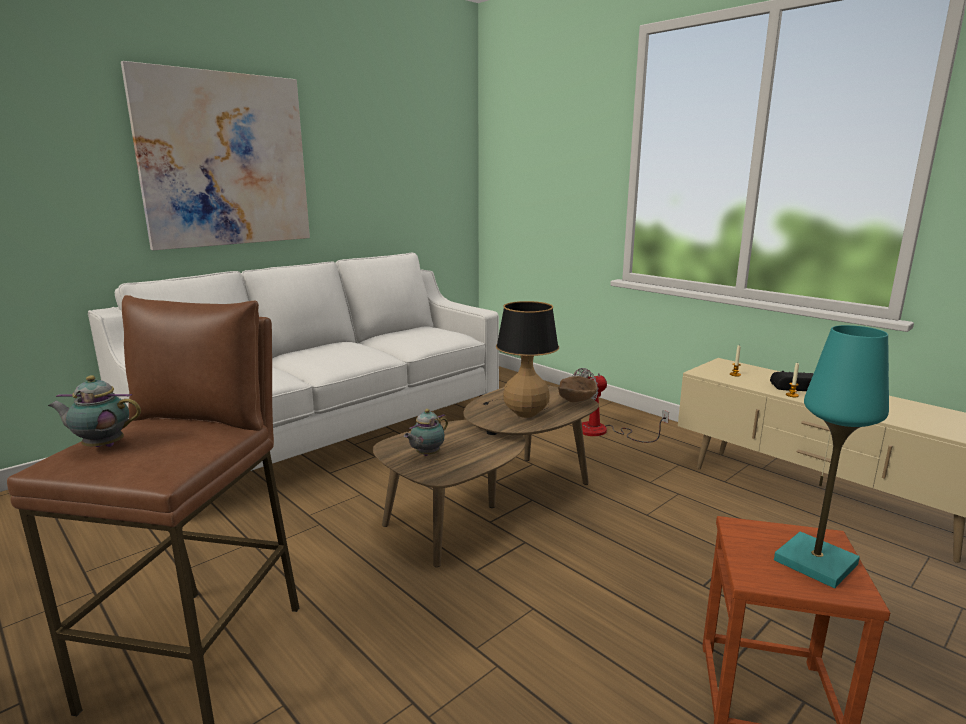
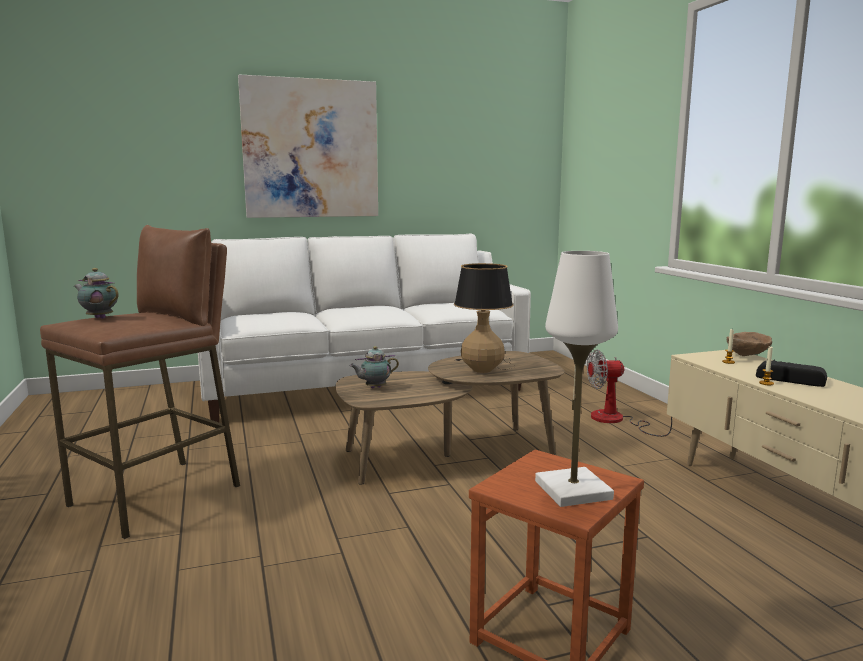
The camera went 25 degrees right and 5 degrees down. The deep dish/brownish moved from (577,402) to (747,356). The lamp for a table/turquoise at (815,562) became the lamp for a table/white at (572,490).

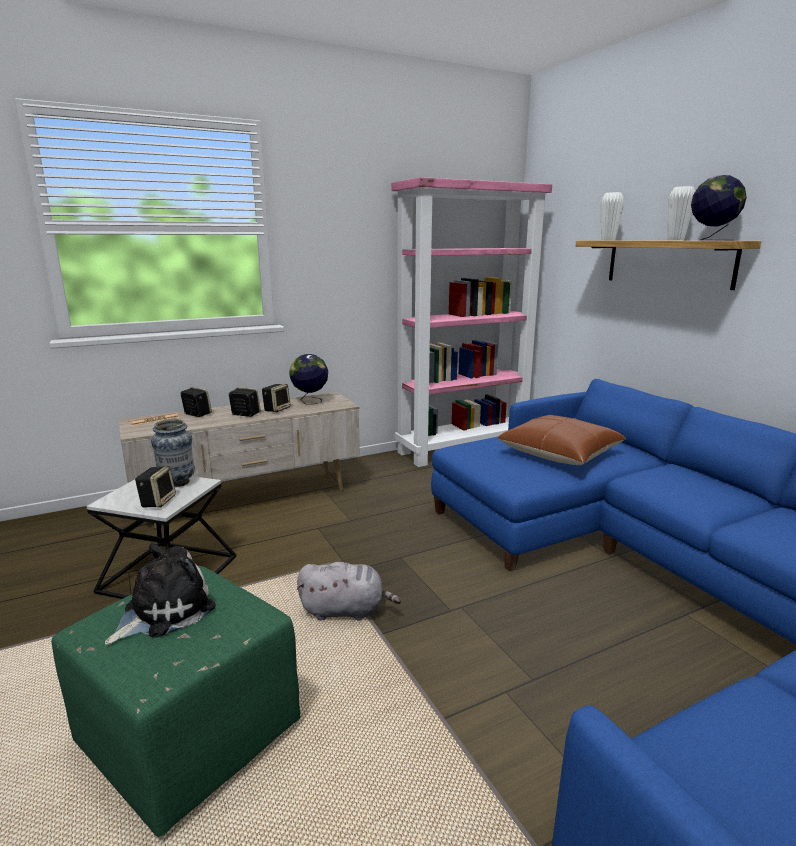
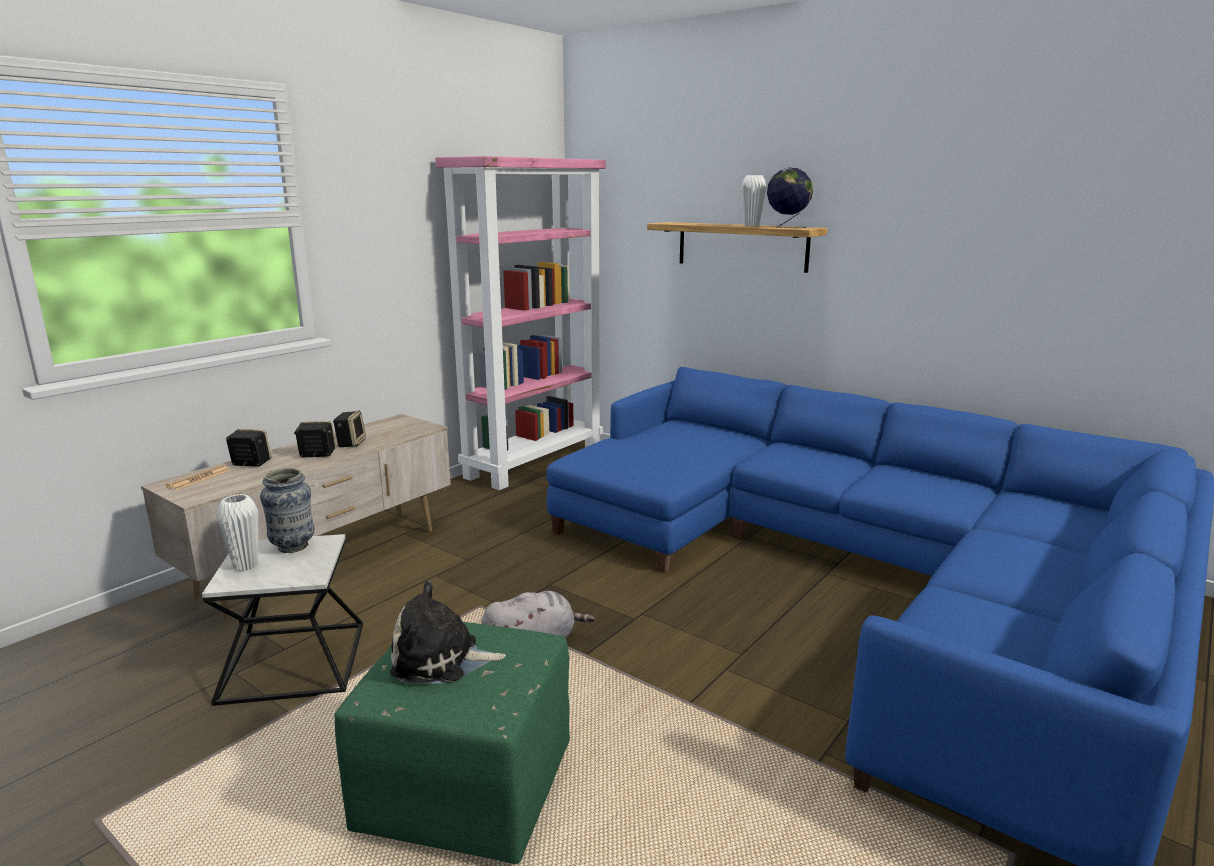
The camera went 25 degrees left and 0 degrees up. The audio speaker at (158,501) disappeared. The desk globe at (310,402) disappeared. The cushion/brownish at (559,453) disappeared. The vase/white moved from (608,240) to (246,565). The soft toy at (164,611) turned 105 degrees counterclockwise.

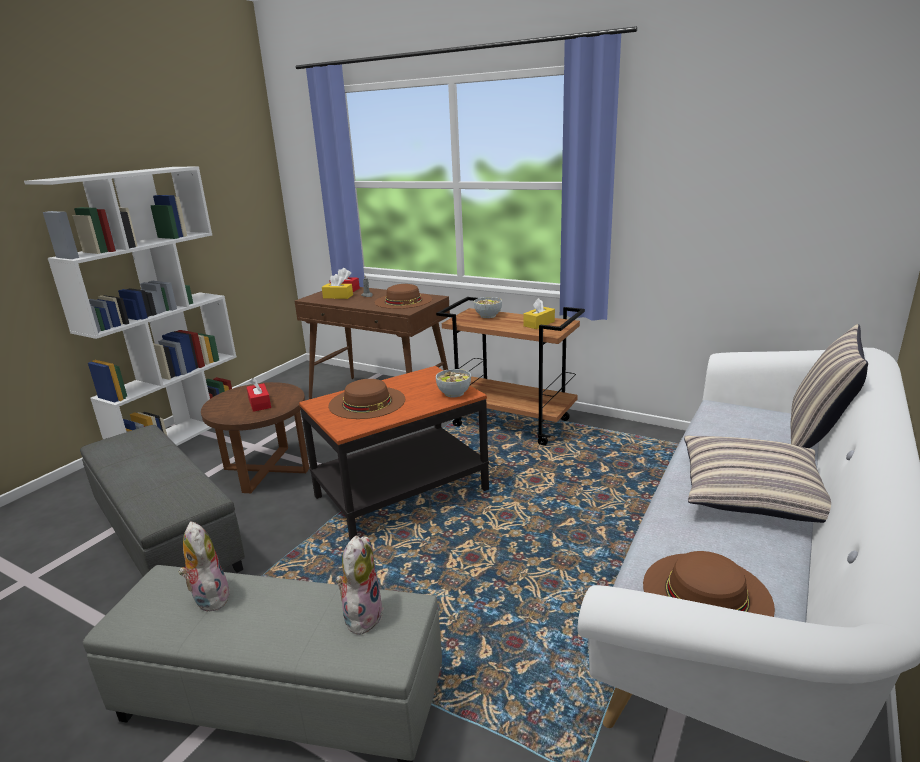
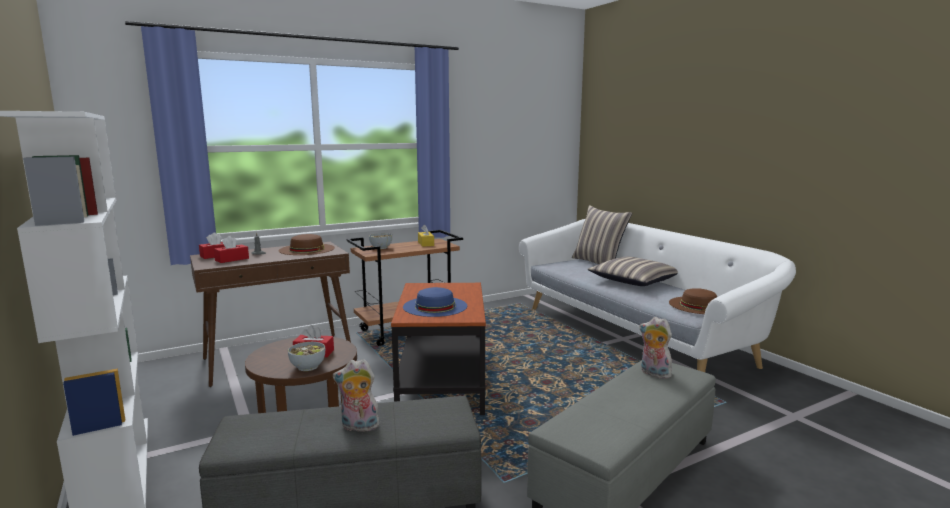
The camera went 60 degrees left and 10 degrees down. The soft toy moved from (208,597) to (358,427). The deep dish moved from (454,393) to (308,367). The tissue holder/yellow at (338,296) became the tissue holder/red at (232,259). The hat/brownish at (367,402) became the hat/blue-coloured at (435,306).

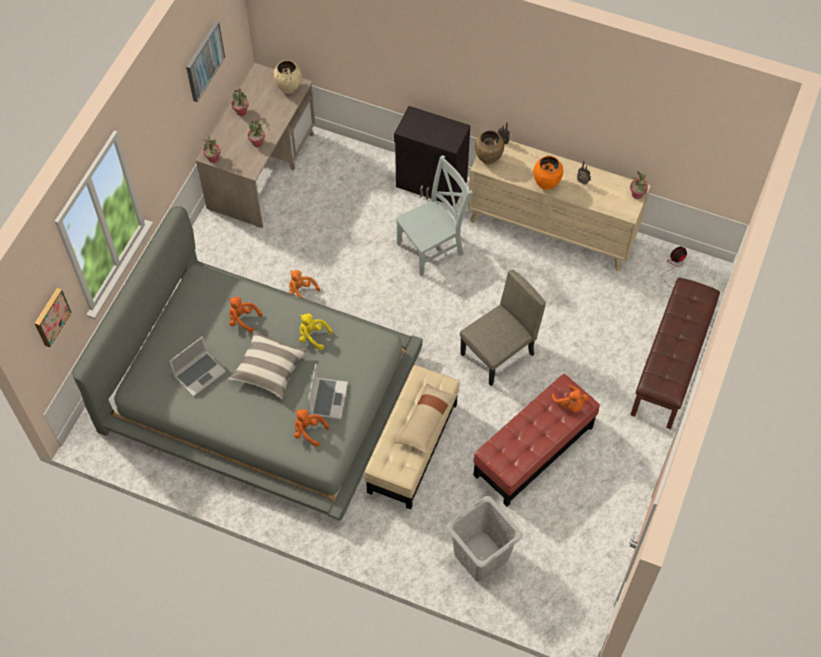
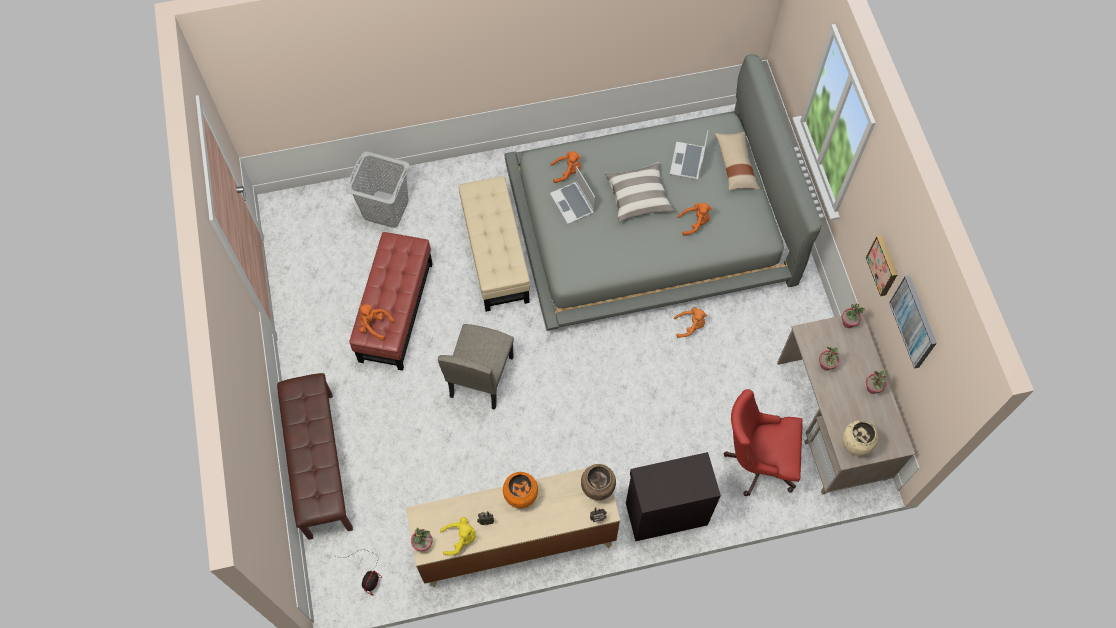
The camera went 145 degrees right and 5 degrees up. The upright chair/gray at (432,247) disappeared. The desk chair/red at (757,461) appeared. The wall art moved from (51,316) to (883,265). The soft toy/yellow moved from (313,336) to (461,538). The cushion/beige-coloured moved from (425,421) to (735,165).

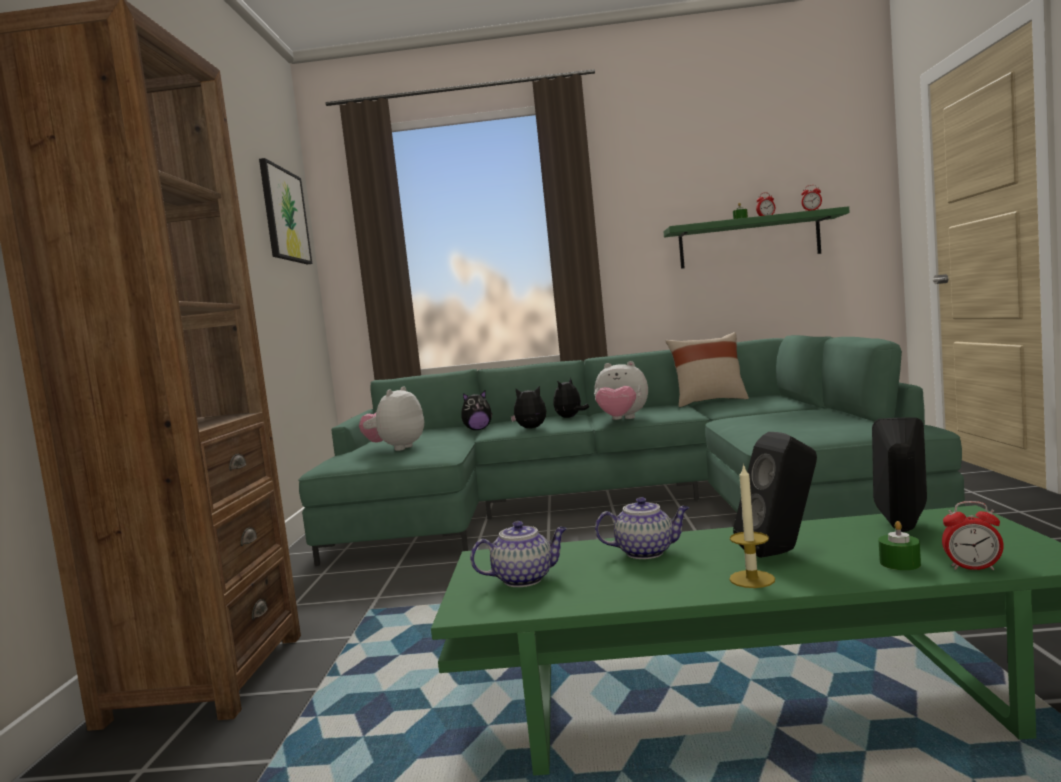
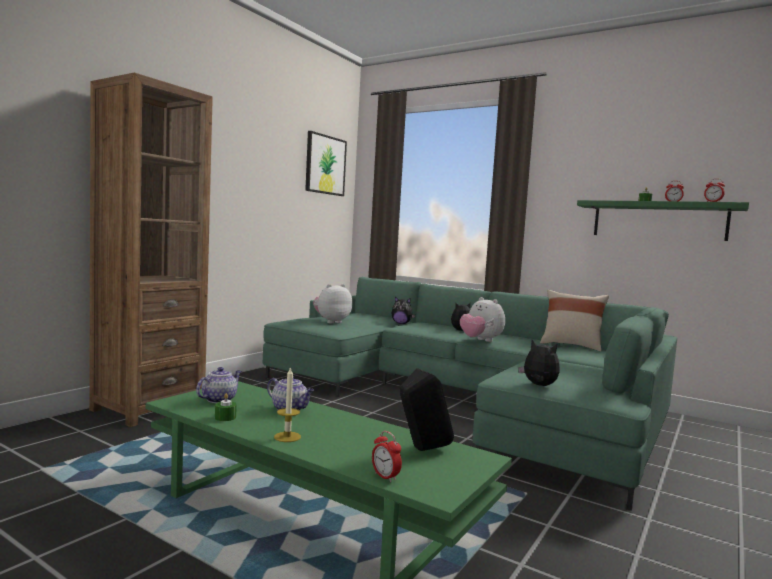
The camera went 30 degrees right and 0 degrees up. The audio speaker/blackish at (782,552) disappeared. The soft toy moved from (531,428) to (539,385). The wax candle/green moved from (900,563) to (225,417). The pot for tea at (524,579) turned 75 degrees counterclockwise.

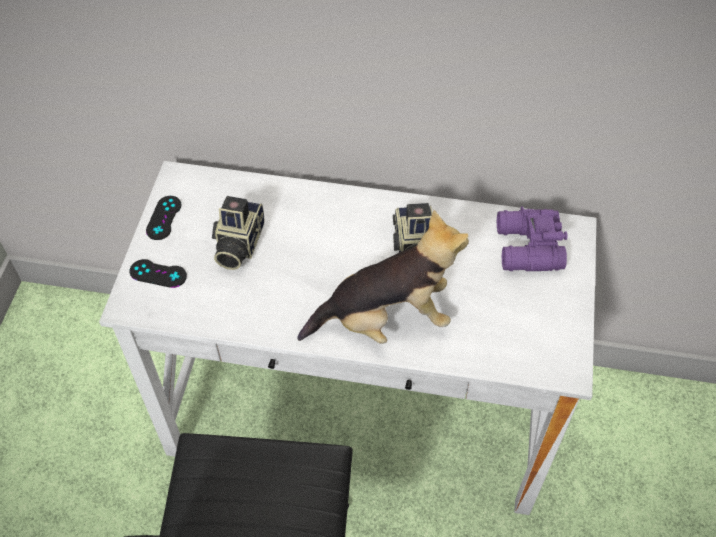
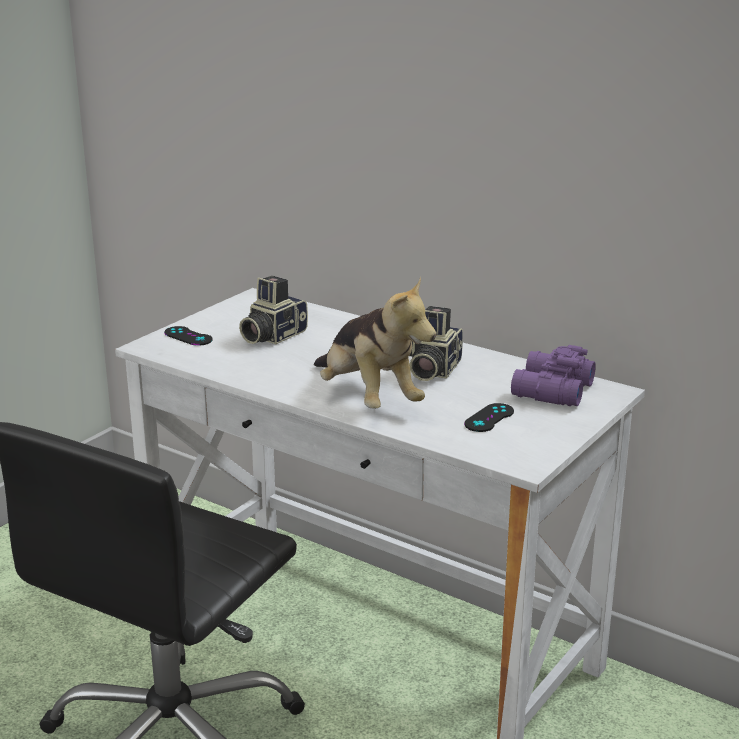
The camera went 25 degrees right and 30 degrees down. The joypad/blackish moved from (164,218) to (489,418). The soft toy at (386,319) turned 45 degrees clockwise.

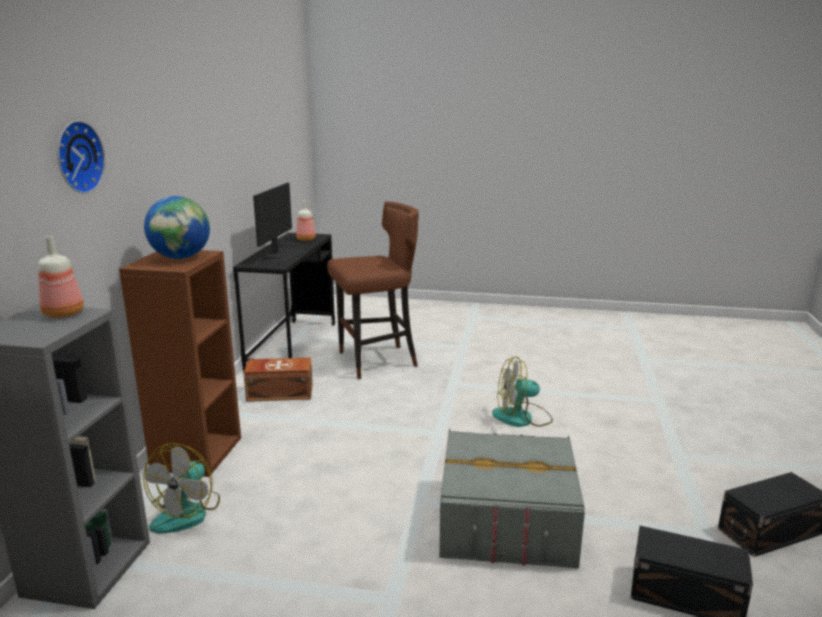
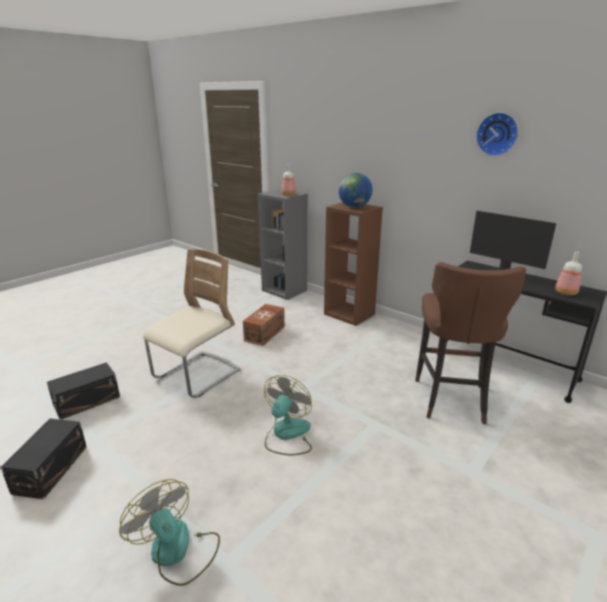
The camera went 120 degrees right and 5 degrees up. The hanging clock moved from (76,157) to (497,134). The electric fan moved from (187,512) to (177,552). The storage box/brownish moved from (279,392) to (265,333). The storage box/gray at (506,521) was replaced by the upright chair/beige-coloured at (197,375).

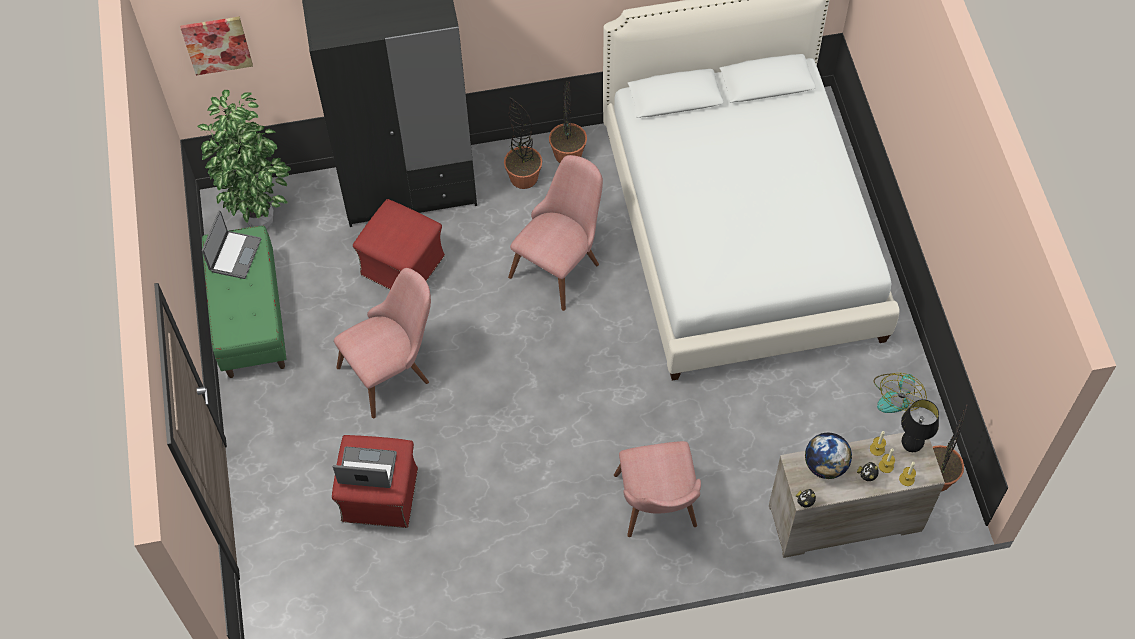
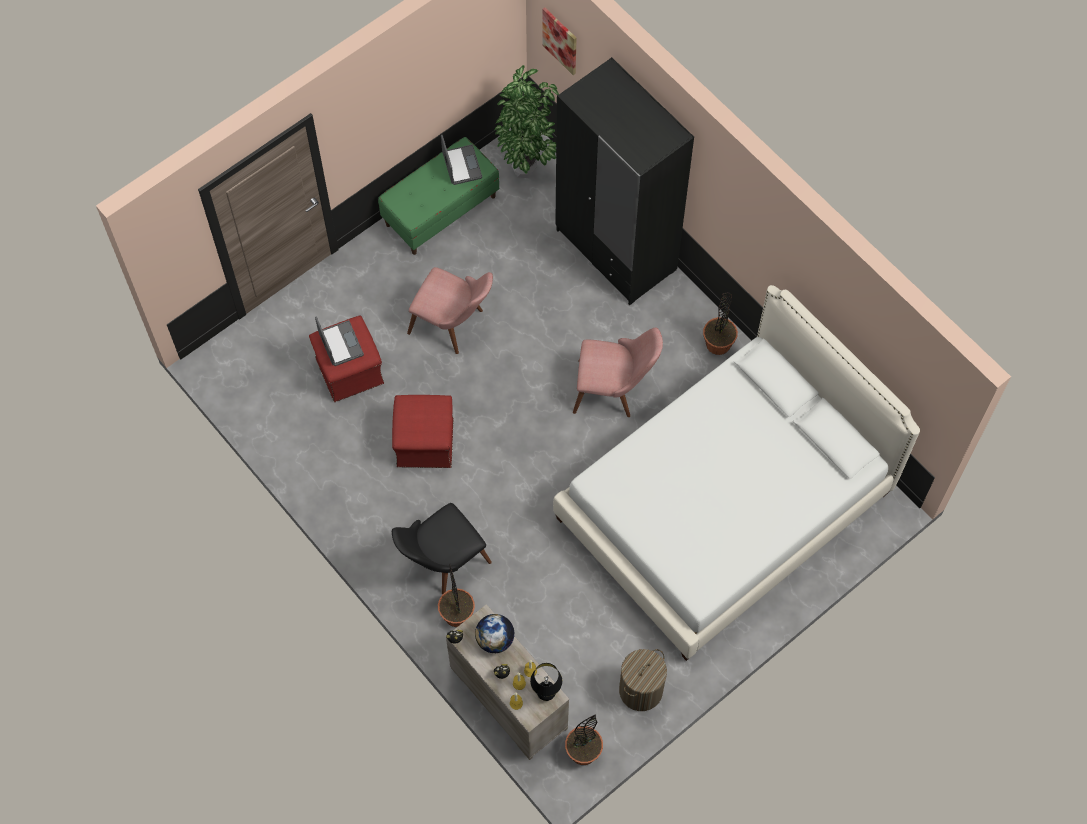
The camera went 60 degrees right and 5 degrees up. The pouffe/red moved from (403,266) to (425,443). The houseplant moved from (523,177) to (457,614). The electric fan at (896,395) was replaced by the laundry basket at (640,690). The upright chair/pink at (659,511) became the upright chair/blackish at (441,562). The notebook computer at (234,255) turned 90 degrees counterclockwise.

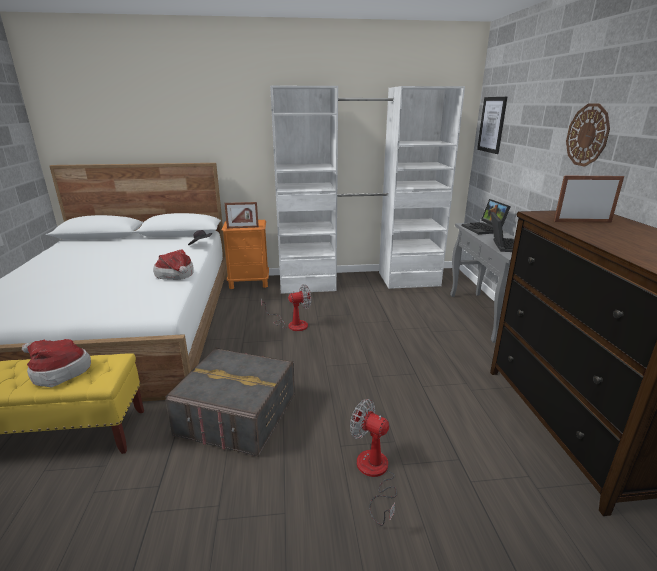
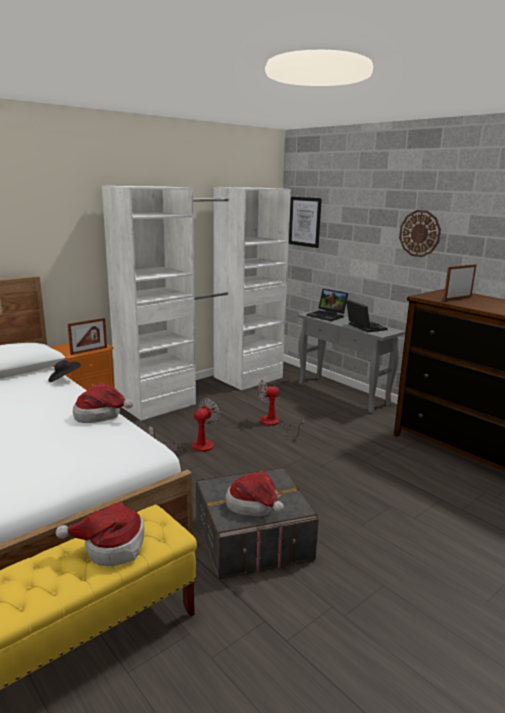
The camera went 35 degrees left and 5 degrees down. The hat at (255,506) appeared. The electric fan moved from (374,474) to (274,424).

